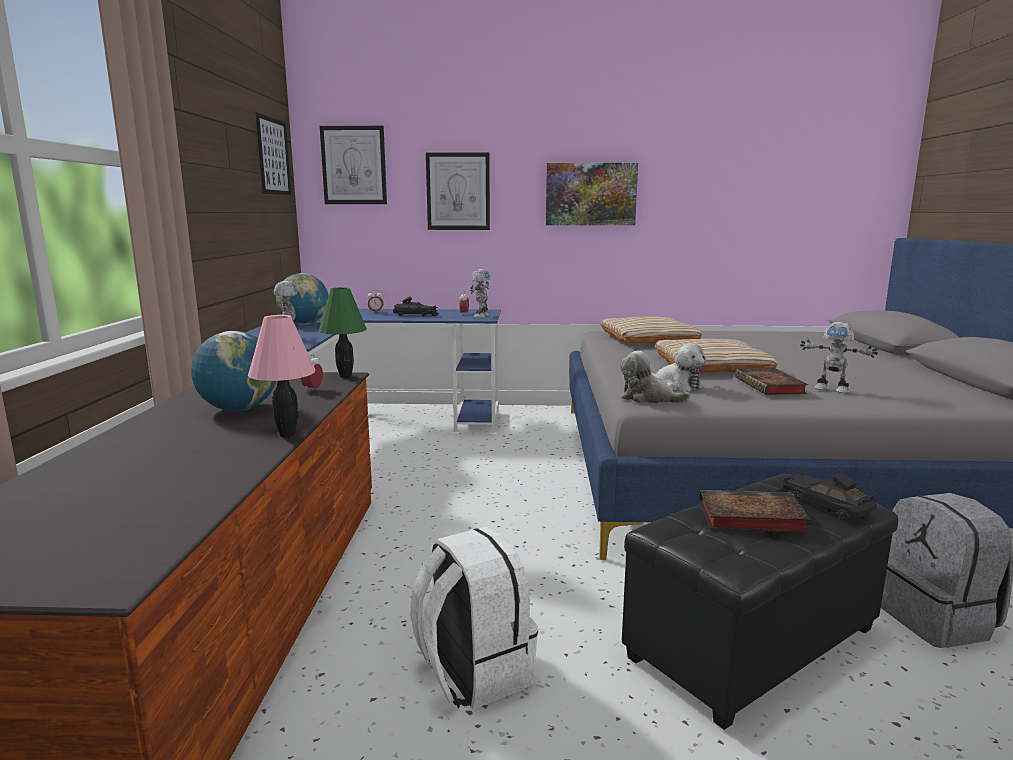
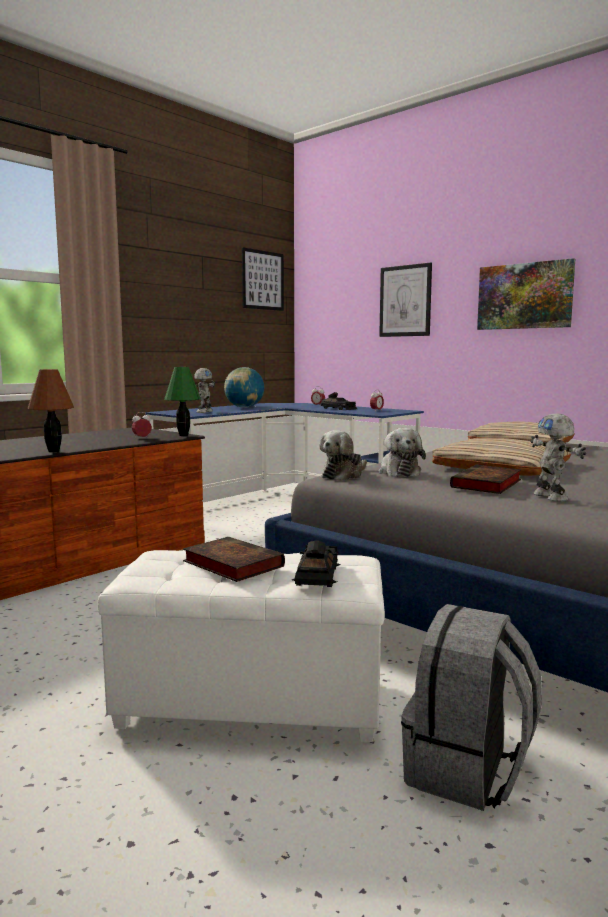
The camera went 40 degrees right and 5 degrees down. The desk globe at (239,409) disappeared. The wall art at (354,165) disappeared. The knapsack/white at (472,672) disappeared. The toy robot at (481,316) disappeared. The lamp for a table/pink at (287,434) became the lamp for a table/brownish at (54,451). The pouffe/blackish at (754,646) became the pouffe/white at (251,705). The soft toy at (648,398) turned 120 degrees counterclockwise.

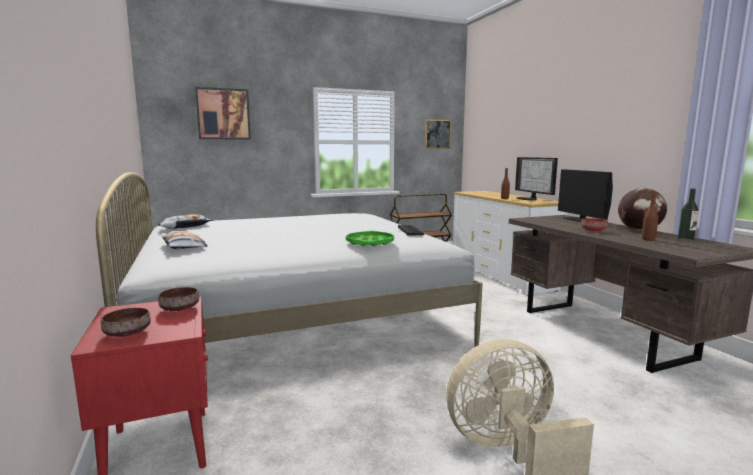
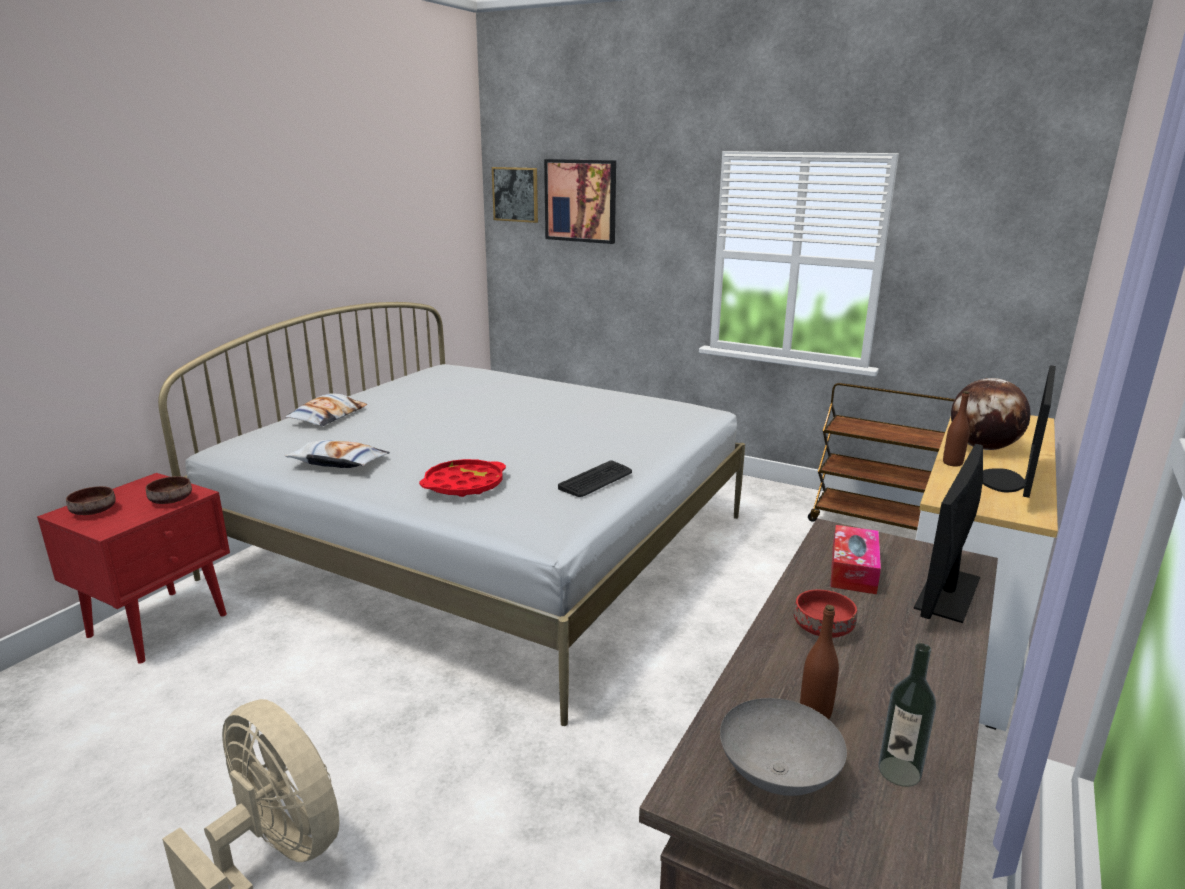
The camera went 50 degrees right and 10 degrees up. The deep dish/gray at (780,775) appeared. The tissue holder at (853,570) appeared. The cushion moved from (185,227) to (338,462). The wall art moved from (437,134) to (515,194). The desk globe moved from (639,230) to (983,447). The serving tray/green at (370,243) became the serving tray/red at (464,484).

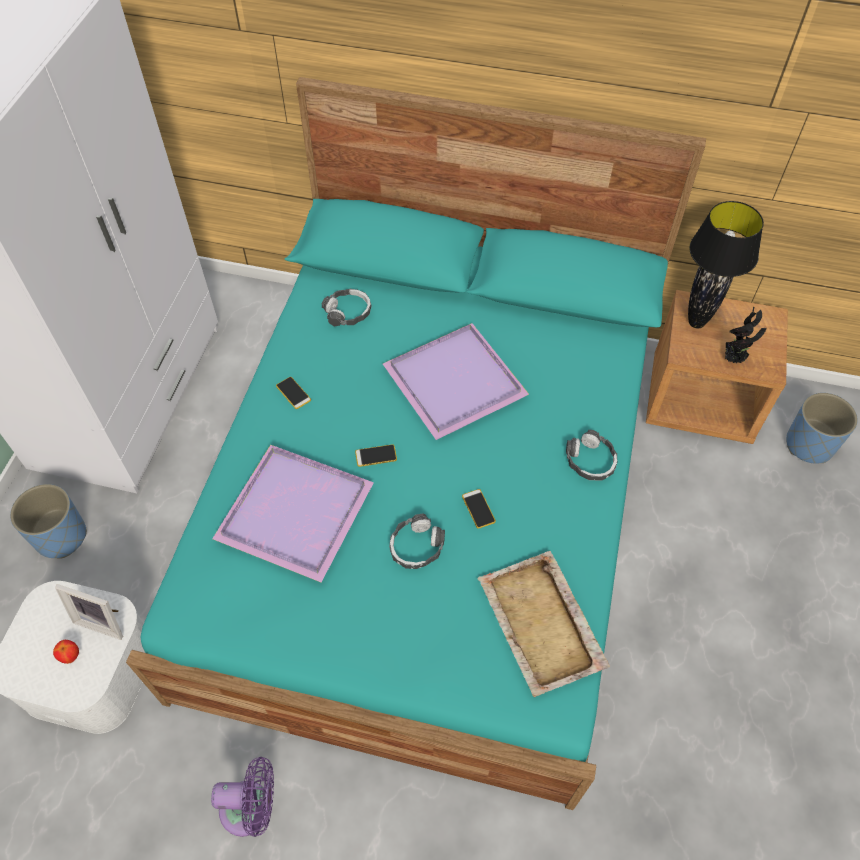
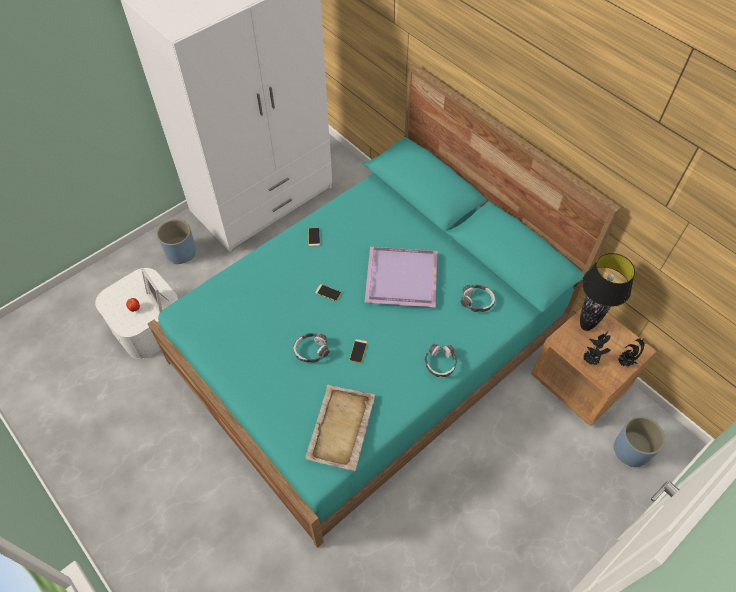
The camera went 35 degrees right and 0 degrees up. The electric fan/purple at (251,808) disappeared. The serving tray/purple at (294,510) disappeared. The houseplant at (624,363) appeared. The pair of headphones moved from (348,312) to (477,301).

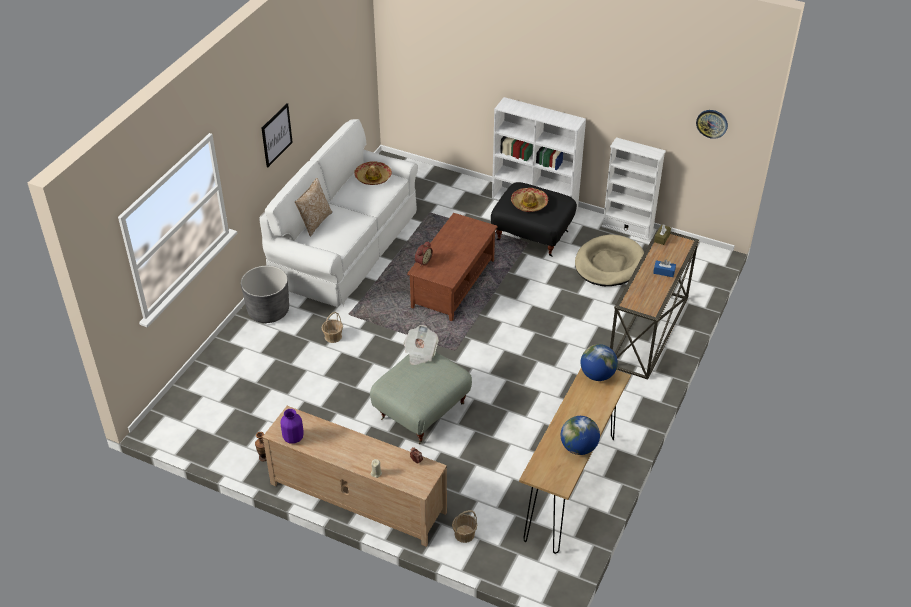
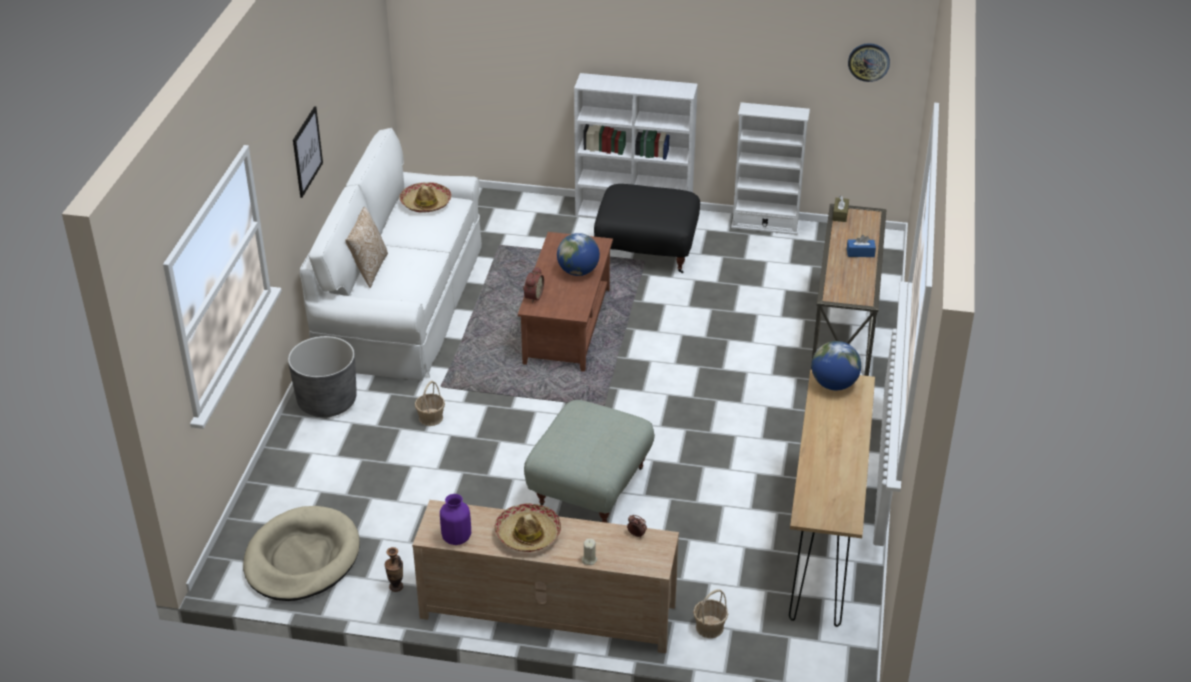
The camera went 15 degrees left and 5 degrees down. The printed paper at (420,352) disappeared. The hat moved from (529,204) to (527,534). The desk globe moved from (578,447) to (578,271). The dog cushion/beige-coloured moved from (609,264) to (302,558).

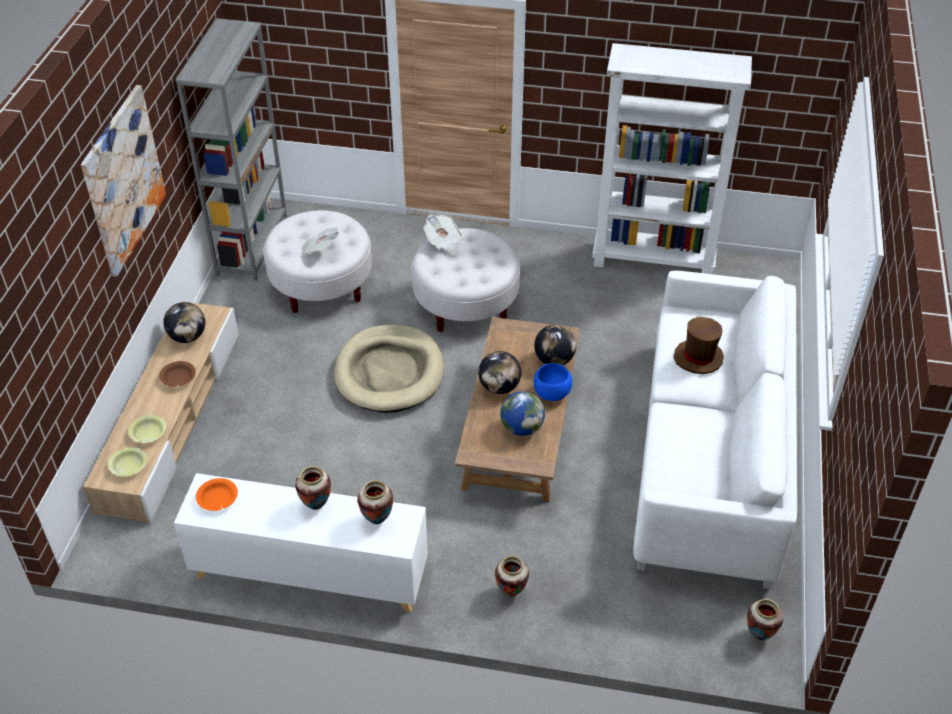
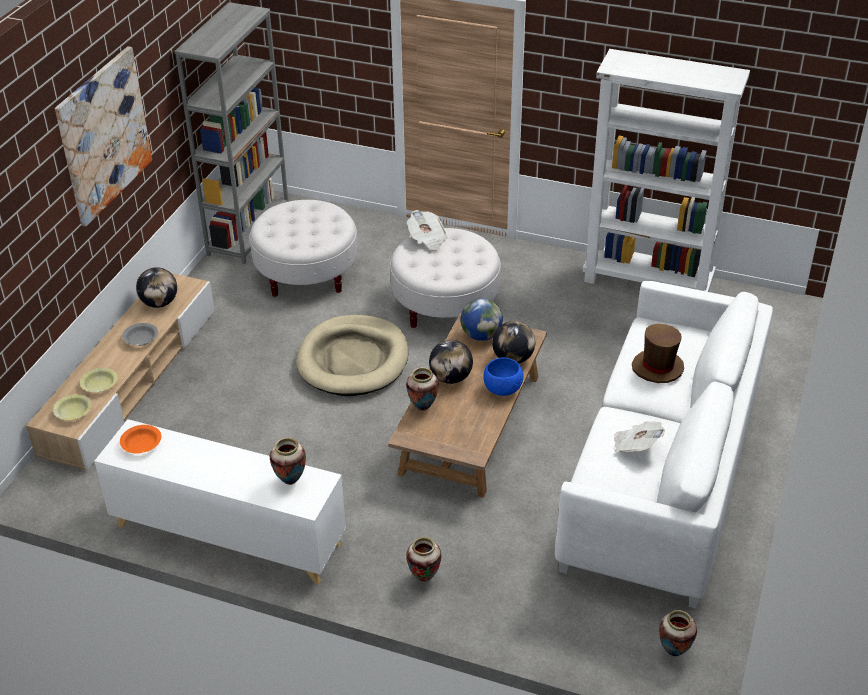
The camera went 10 degrees right and 5 degrees down. The vase moved from (316,505) to (422,407). The printed paper moved from (320,249) to (635,446). The desk globe moved from (521,428) to (481,335). The deep dish/brownish at (178,378) became the deep dish/gray at (141,339).

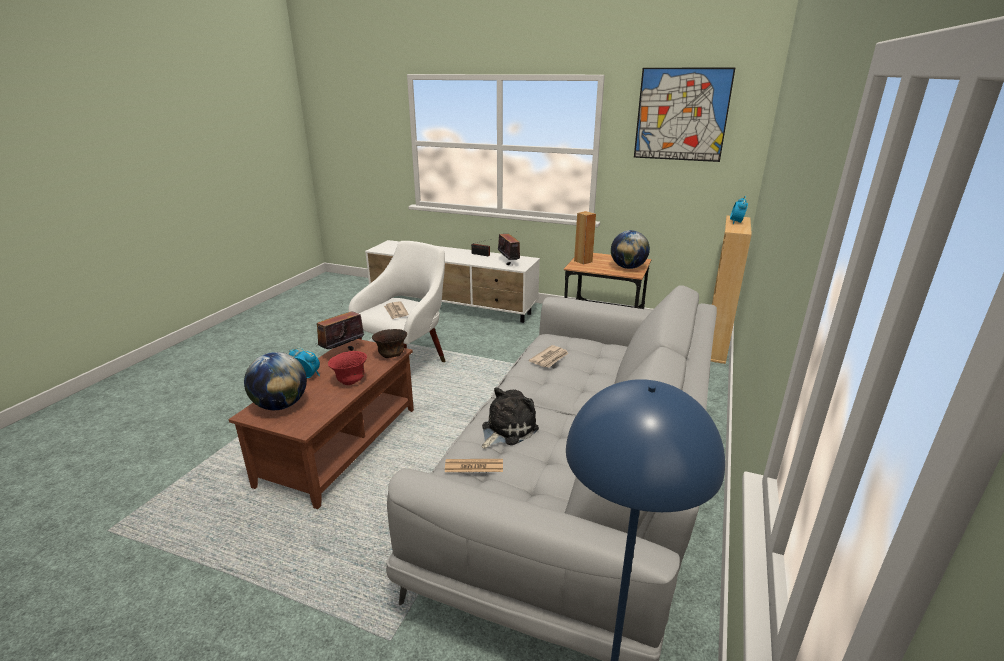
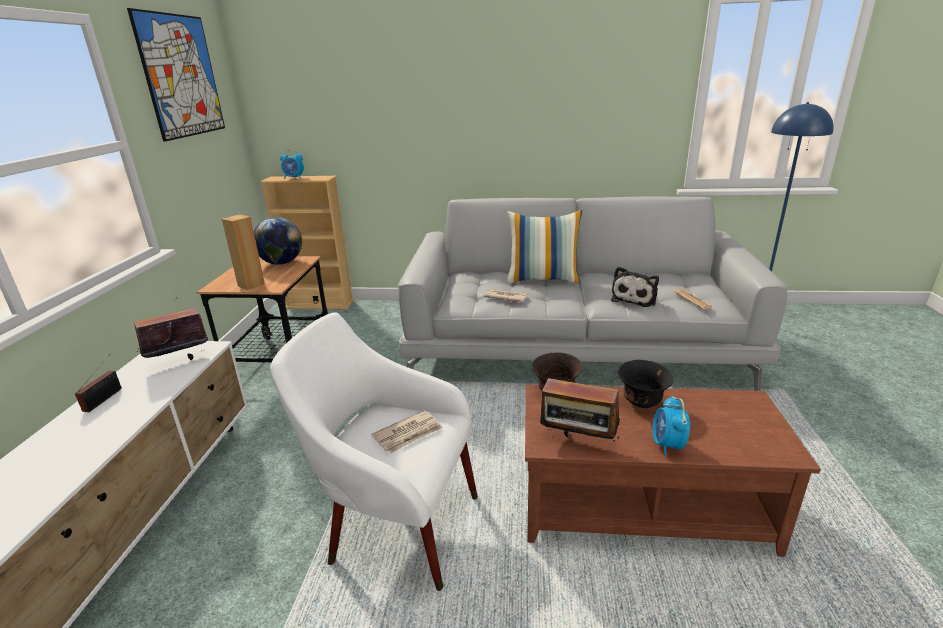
The camera went 105 degrees left and 0 degrees up. The desk globe at (281,405) disappeared. The cushion at (543,279) appeared. The deep dish/red at (350,381) became the deep dish/blackish at (642,403). The soft toy at (506,429) turned 90 degrees counterclockwise.

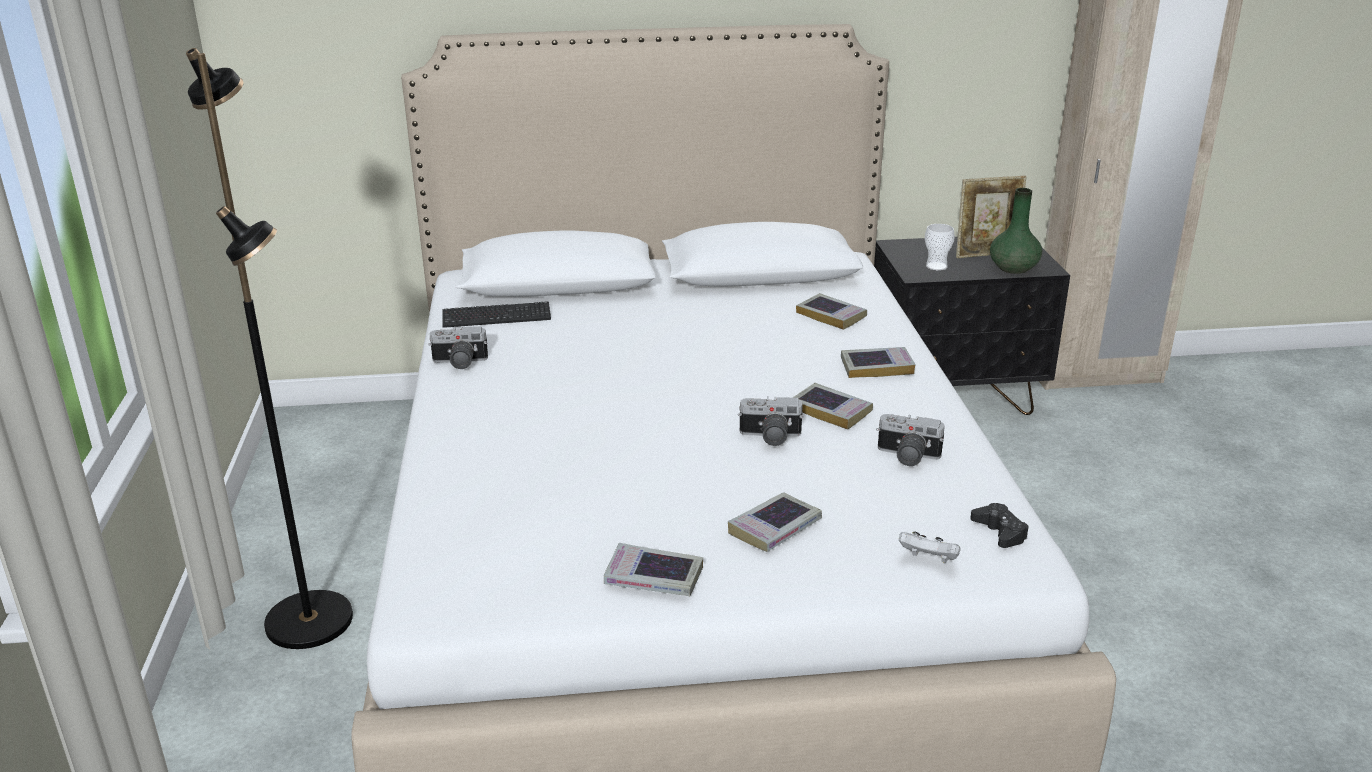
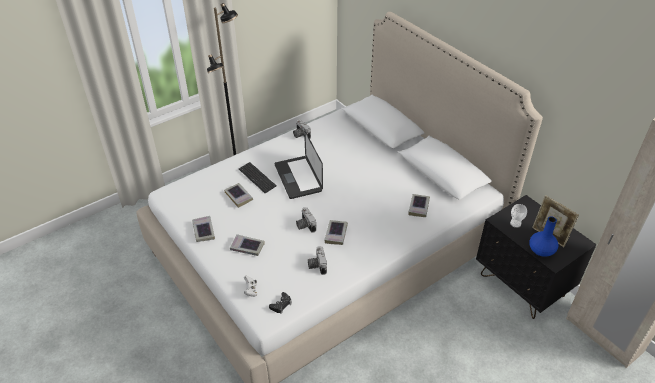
The camera went 60 degrees right and 15 degrees up. The notebook computer at (298,178) appeared. The PC keyboard moved from (496,317) to (257,178). The volume moved from (876,367) to (238,196). The vase/green at (1013,268) became the vase/blue-coloured at (541,250).

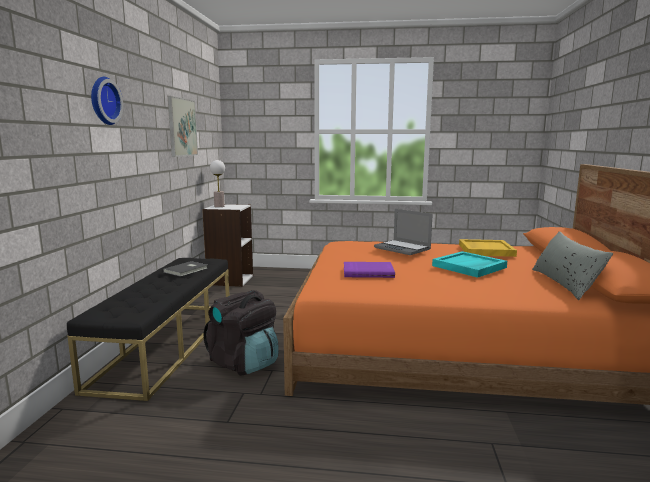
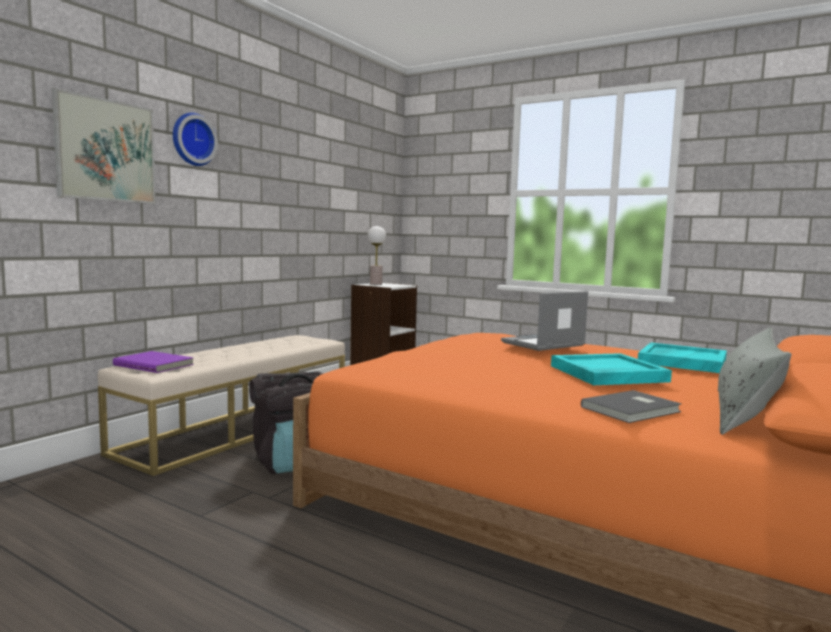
The camera went 25 degrees right and 5 degrees down. The volume/gray moved from (187,270) to (633,410). The wall art moved from (182,127) to (106,150). The volume/purple moved from (368,272) to (155,364). The bench/blackish at (168,344) became the bench/beige-coloured at (239,428). The serving tray/yellow at (485,250) became the serving tray/turquoise at (681,361). The notebook computer at (403,248) turned 75 degrees clockwise.

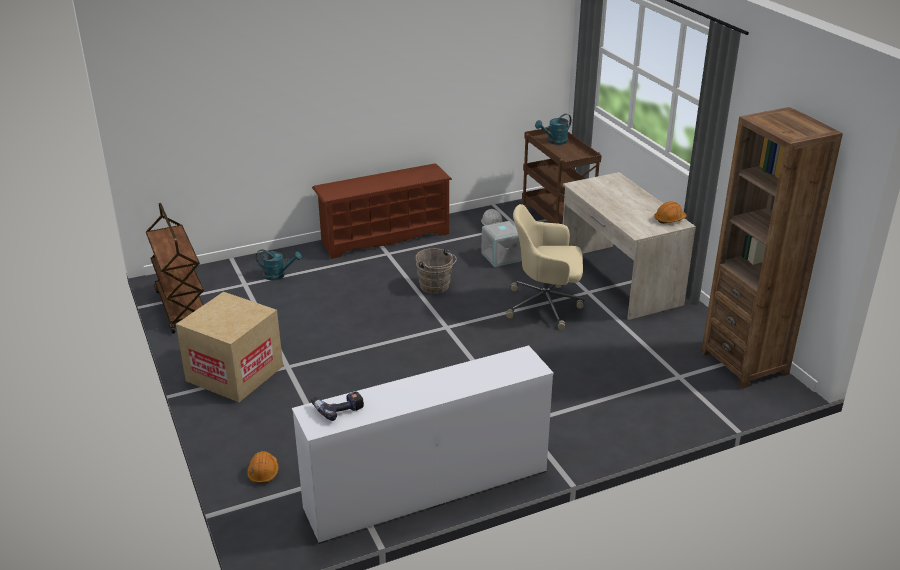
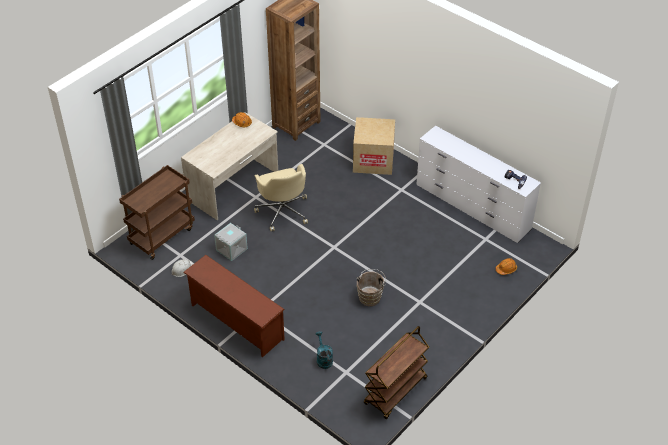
The camera went 115 degrees left and 15 degrees up. The watering can/turquoise at (554,142) disappeared. The packing box moved from (235,373) to (373,160). The pail/brownish moved from (436,287) to (370,296).

